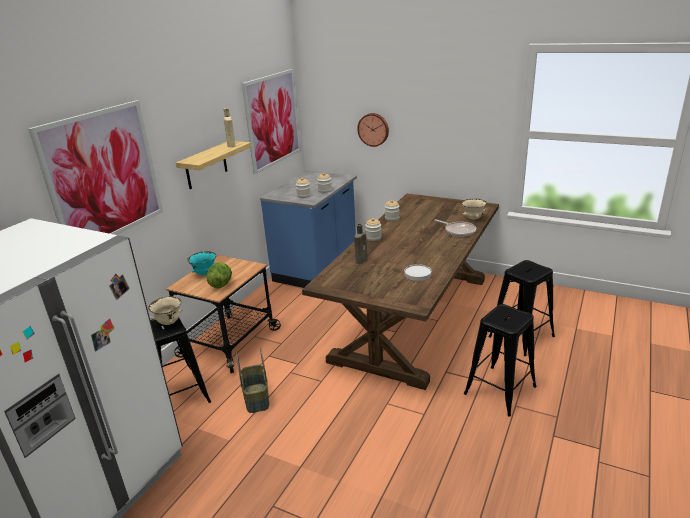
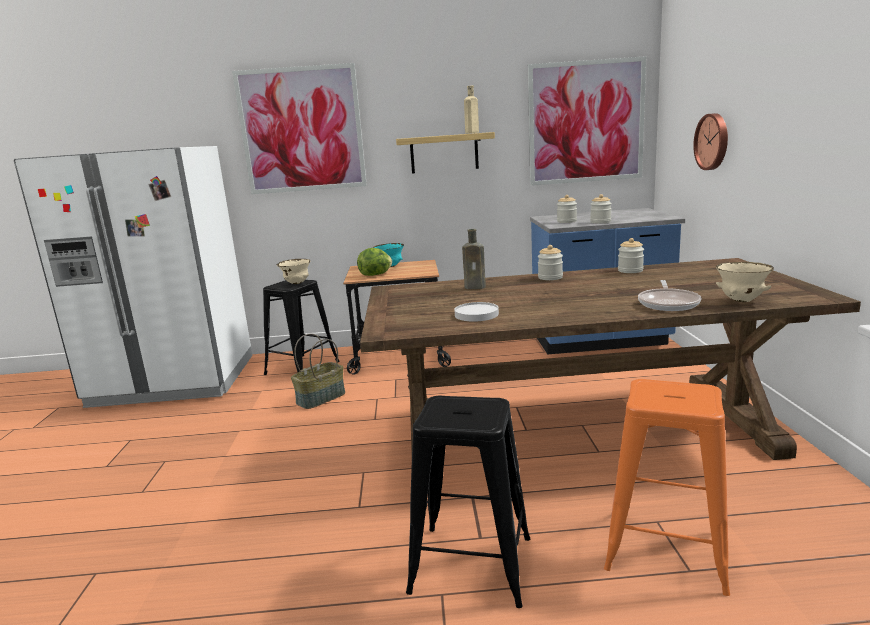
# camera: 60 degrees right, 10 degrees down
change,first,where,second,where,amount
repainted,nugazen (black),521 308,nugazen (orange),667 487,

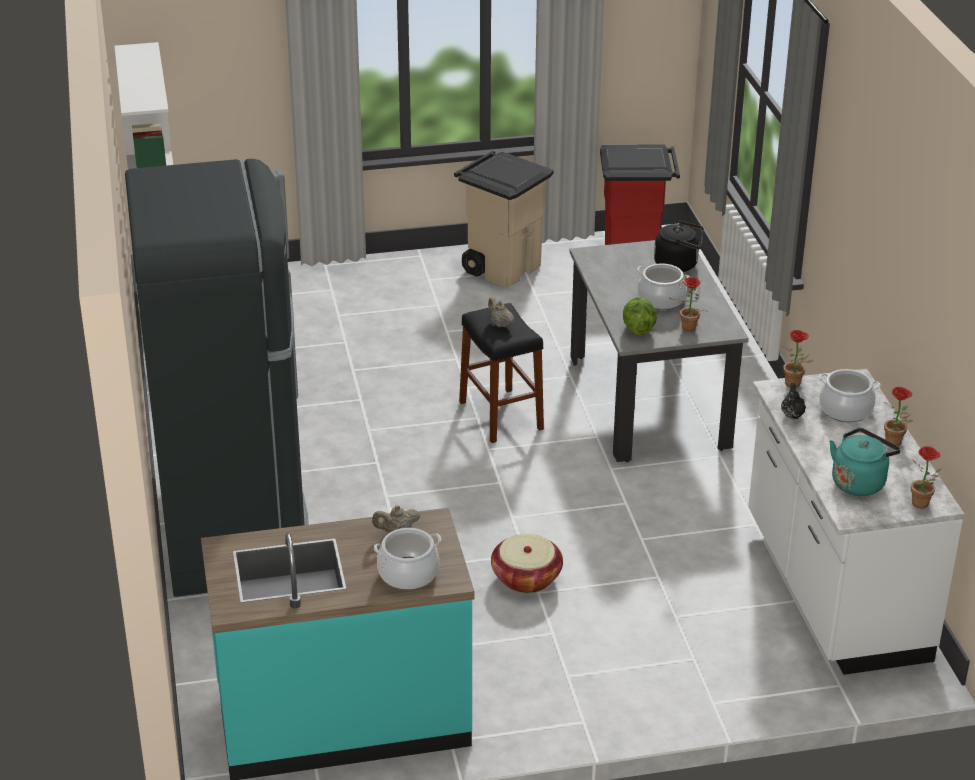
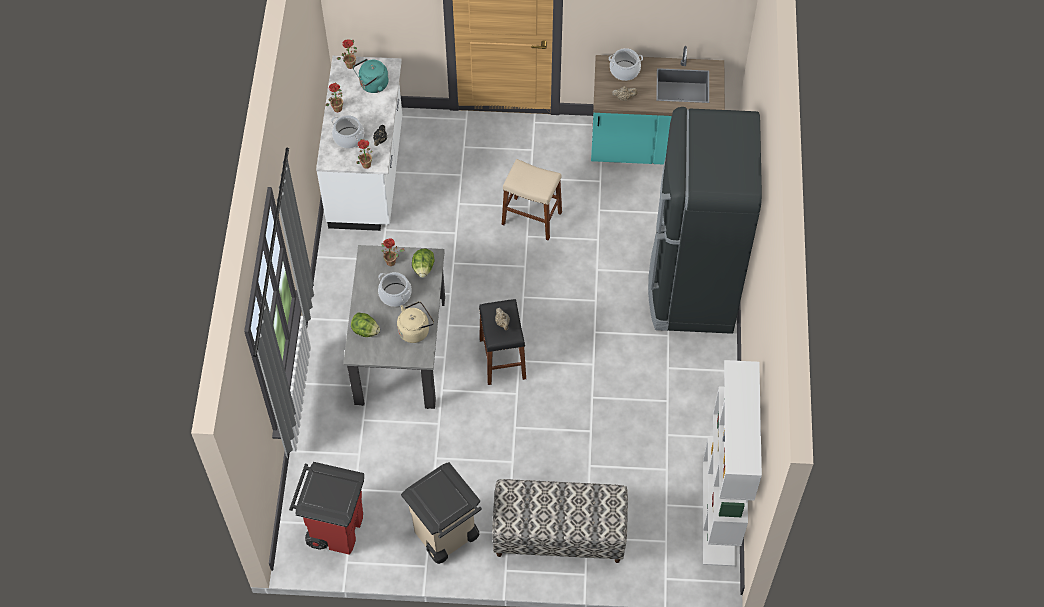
# camera: 165 degrees left, 25 degrees up
change,first,where,second,where,amount
swapped,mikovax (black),679 246,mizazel,365 325,
new,,,mikovax (beige),415 322,
new,,,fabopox,560 521,
swapped,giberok,527 563,nugazen (beige),532 200,

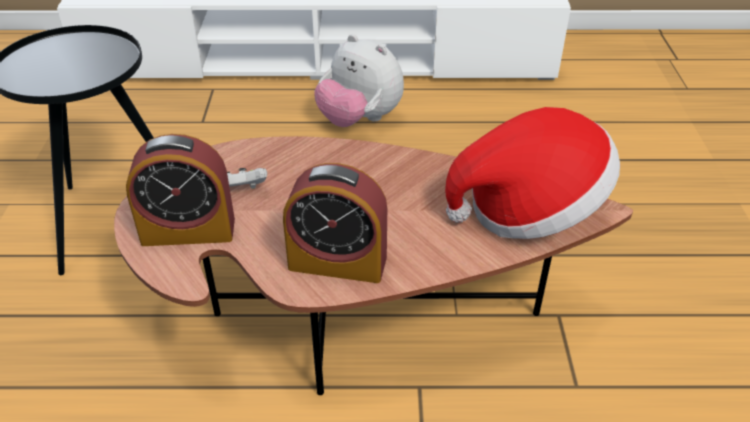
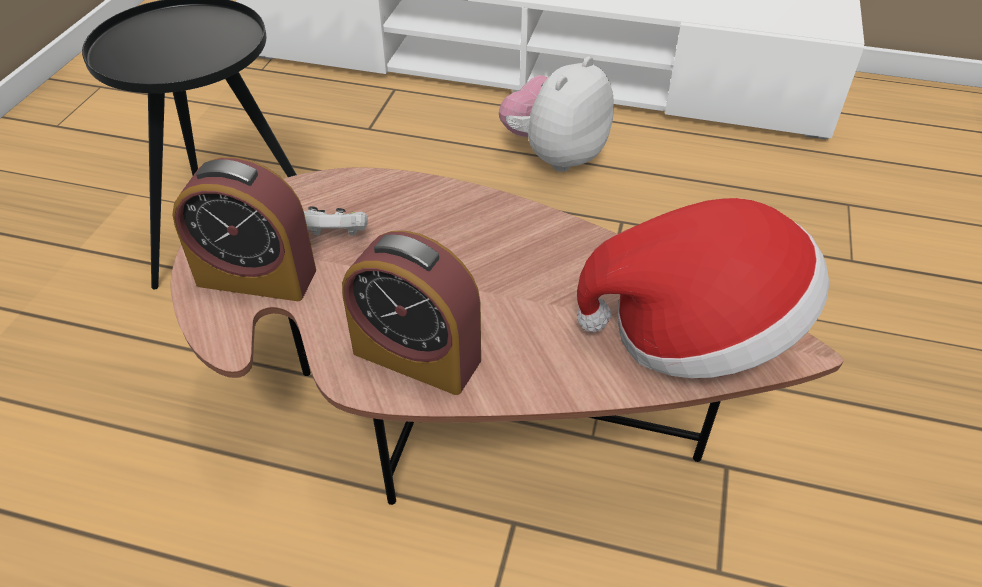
# camera: 15 degrees right, 5 degrees up
change,first,where,second,where,amount
rotated,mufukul,359 80,,556 114,75 degrees clockwise

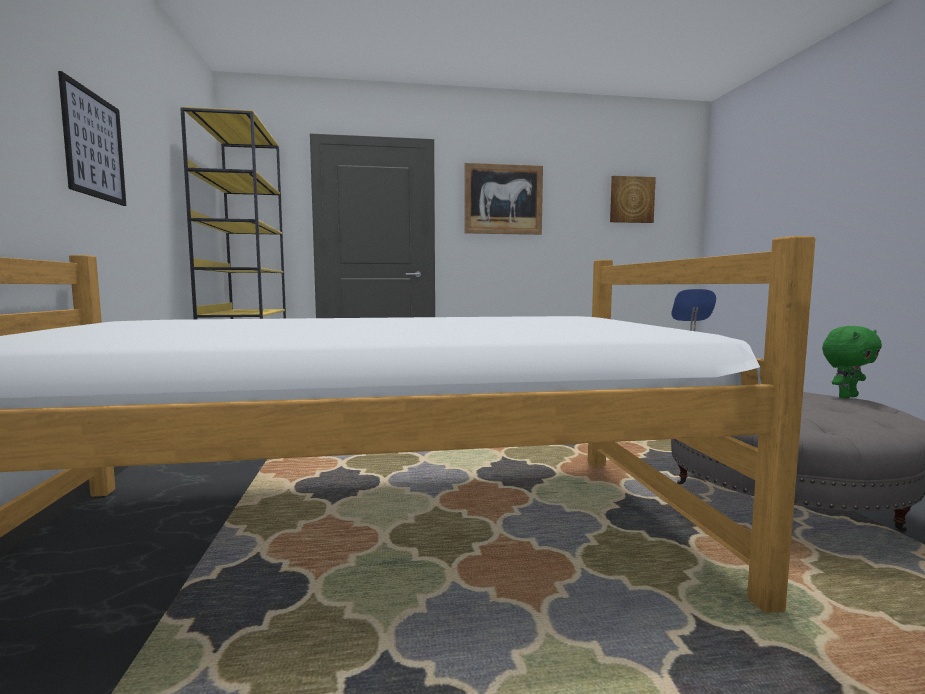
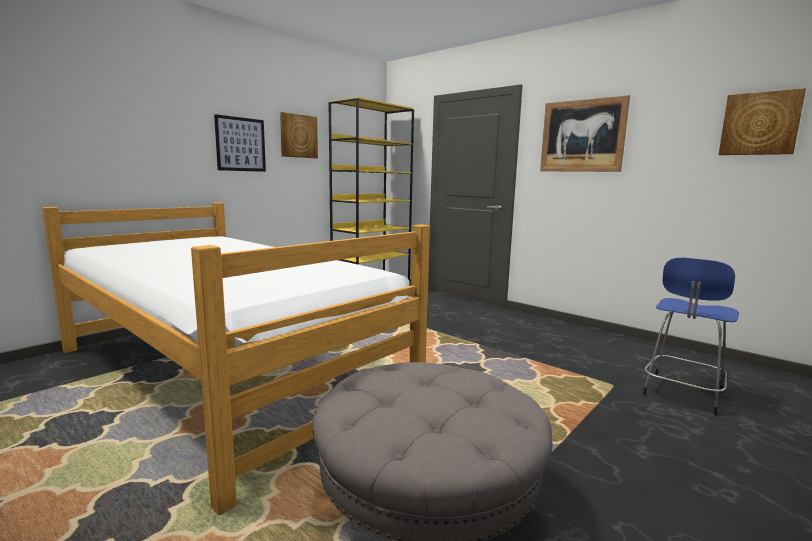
# camera: 50 degrees right, 5 degrees up
change,first,where,second,where,amount
new,,,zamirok,299 135,
gone,mufukul (green),852 362,,,

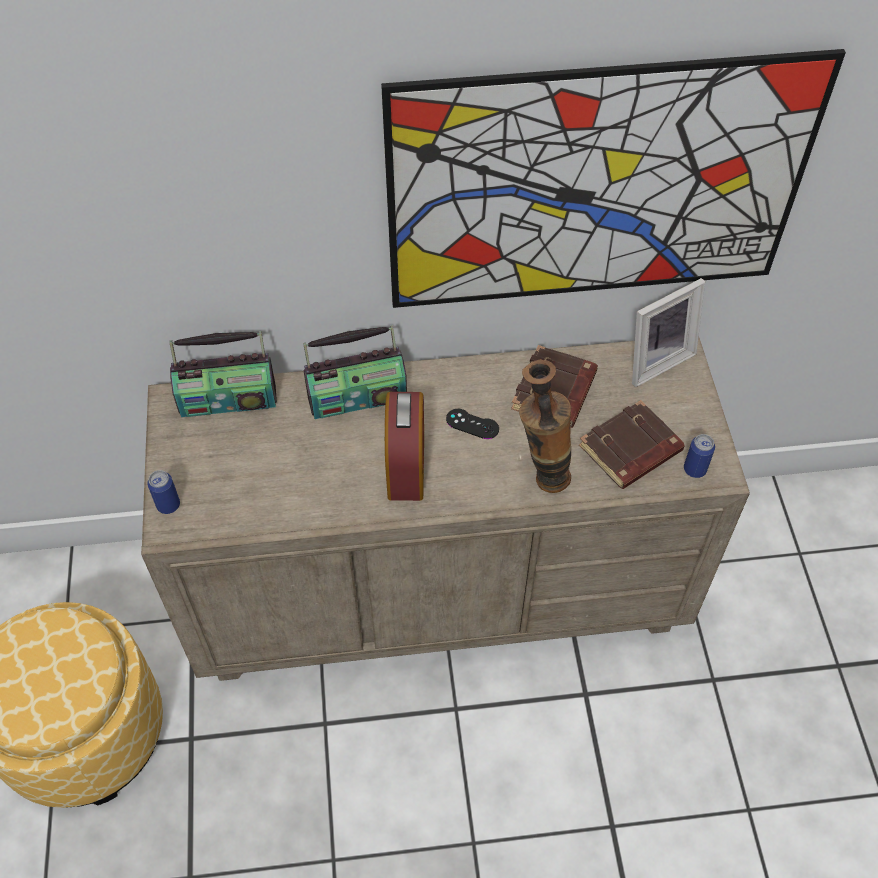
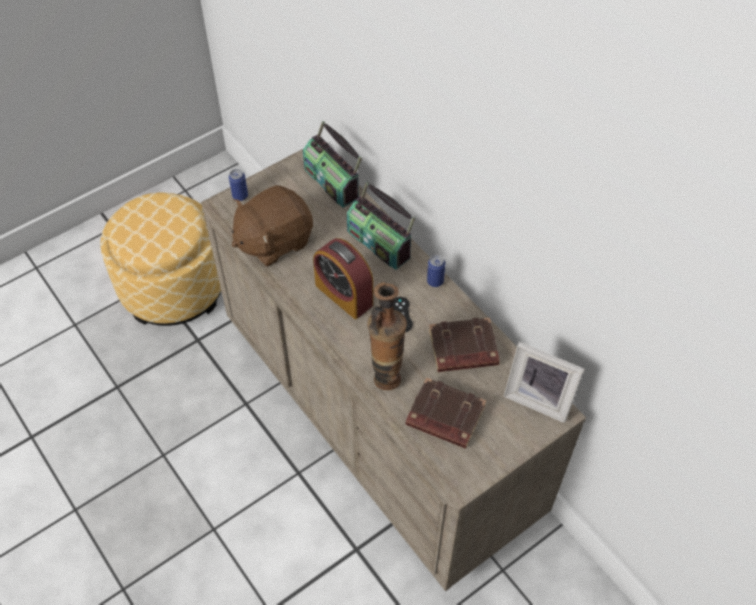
# camera: 60 degrees right, 0 degrees up
change,first,where,second,where,amount
new,,,mufukul (brown),272 225,
rotated,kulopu,404 446,,343 278,75 degrees clockwise
shifted,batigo,699 456,,436 271,
gone,zamirok,613 178,,,

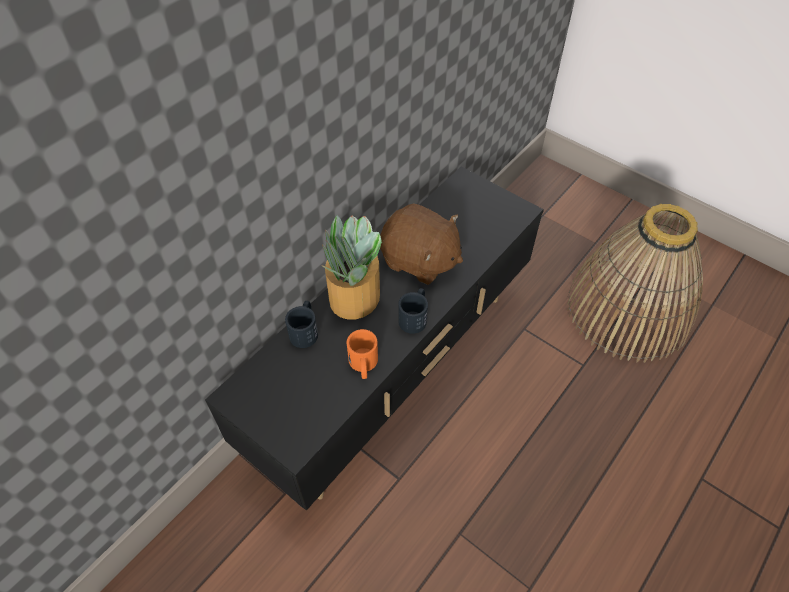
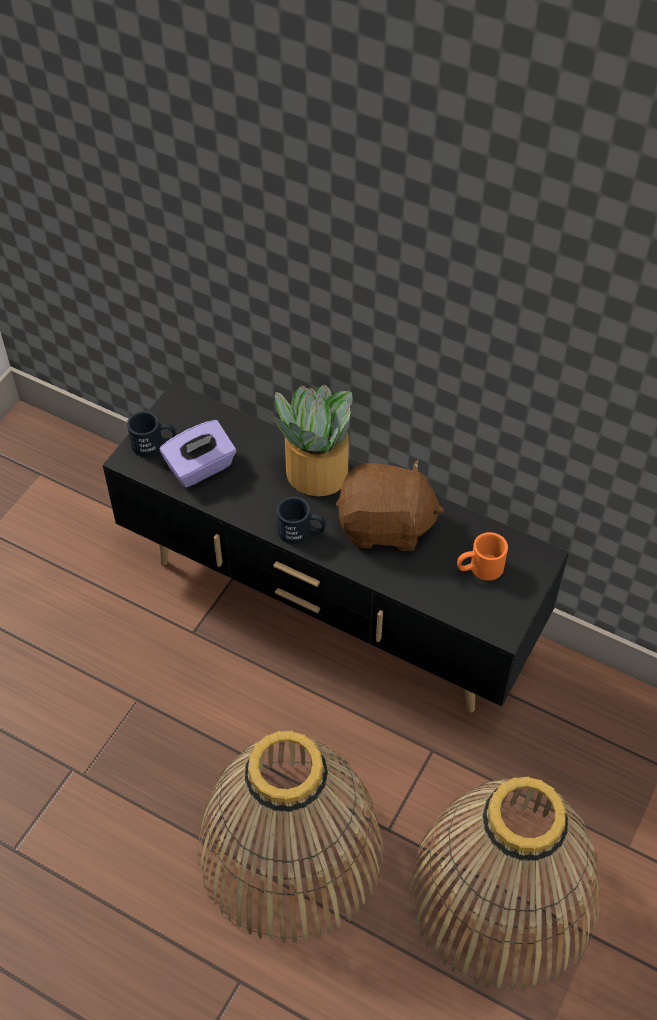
# camera: 80 degrees right, 0 degrees up
change,first,where,second,where,amount
shifted,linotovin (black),301 324,,151 434,
new,,,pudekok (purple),198 454,
new,,,giberok,291 837,
rotated,mufukul (brown),421 244,,390 505,105 degrees counterclockwise
shifted,linotovin (orange),362 354,,482 556,

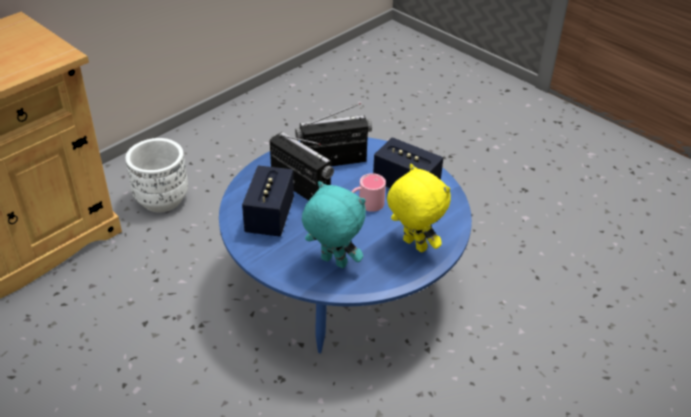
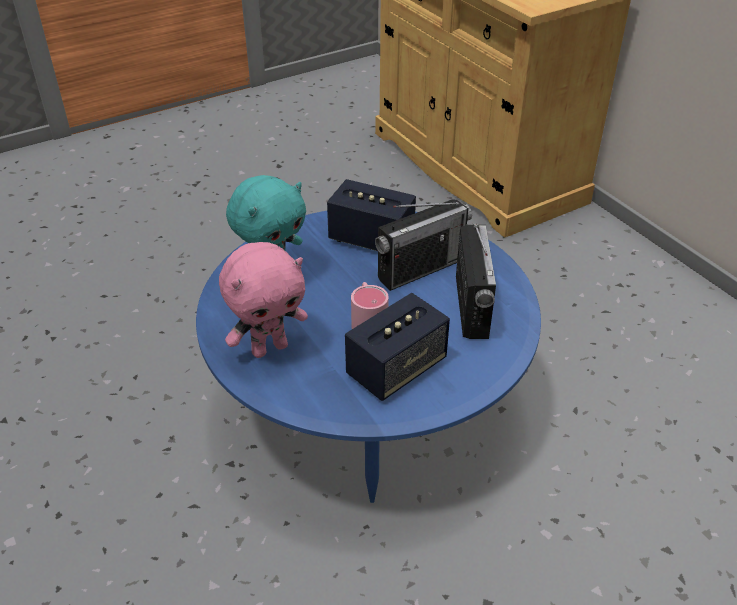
# camera: 105 degrees right, 0 degrees up
change,first,where,second,where,amount
repainted,mufukul (yellow),419 208,mufukul (pink),263 300,
gone,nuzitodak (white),157 175,,,

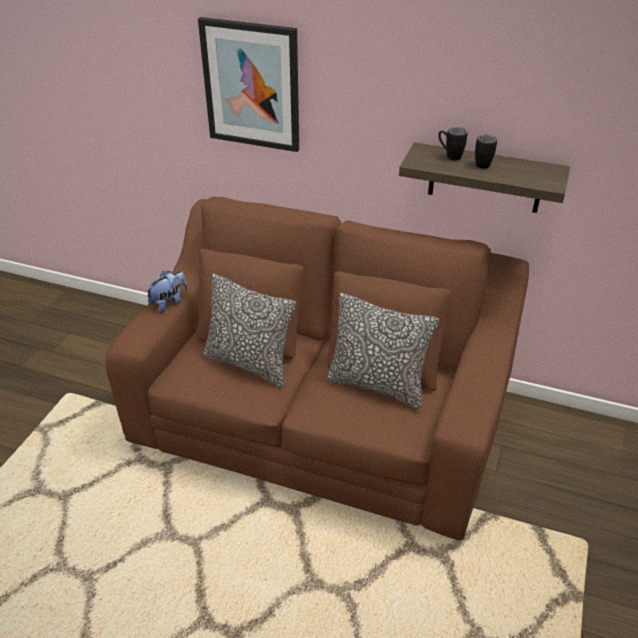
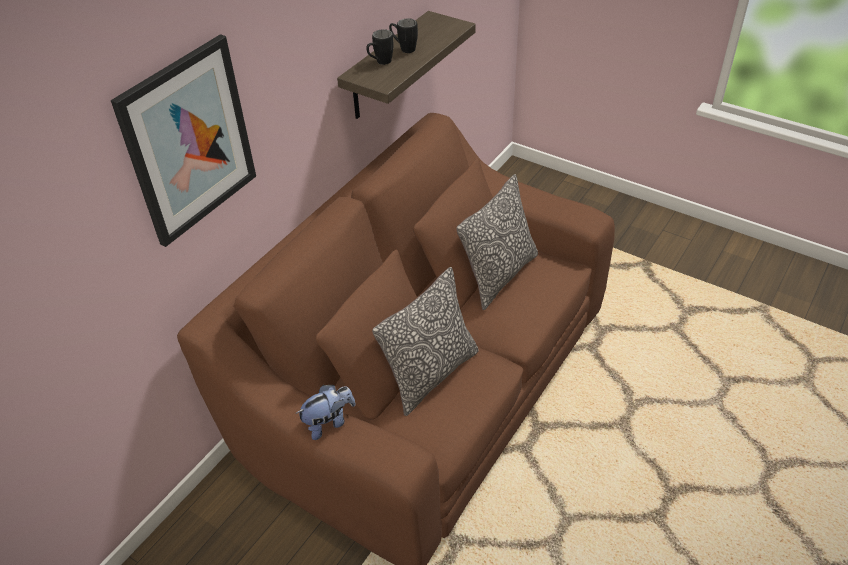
# camera: 75 degrees left, 5 degrees up
change,first,where,second,where,amount
rotated,mufukul,167 292,,326 412,90 degrees clockwise

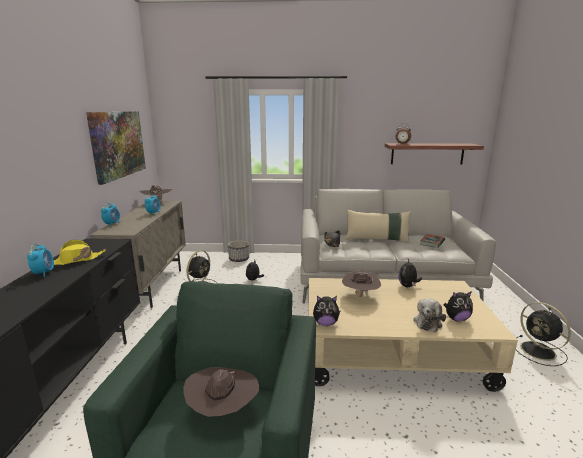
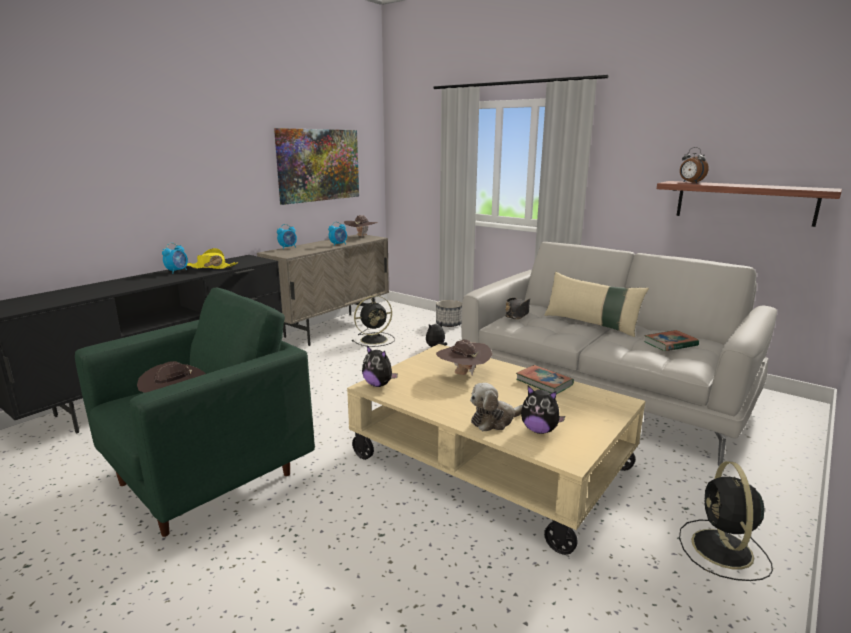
# camera: 35 degrees right, 0 degrees up
change,first,where,second,where,amount
swapped,mufukul,410 273,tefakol,545 379,

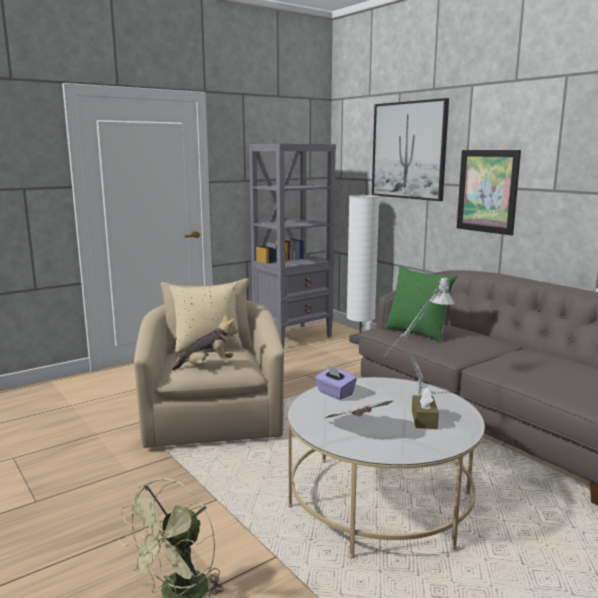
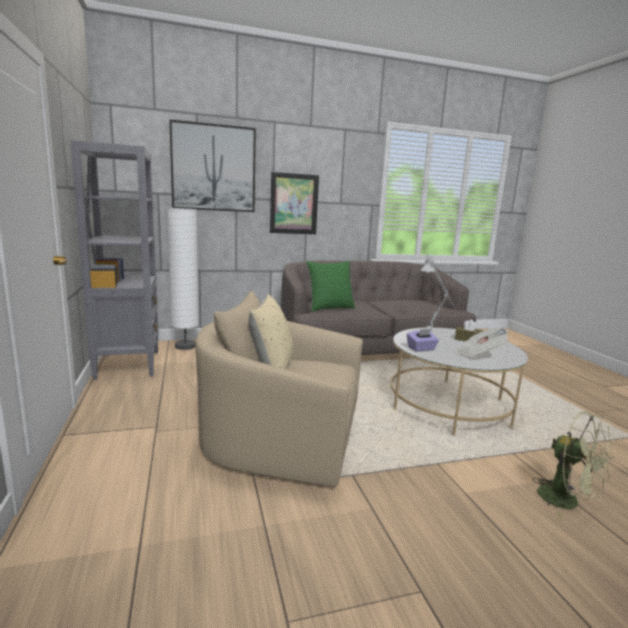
# camera: 70 degrees left, 0 degrees up
change,first,where,second,where,amount
gone,mufukul,205 342,,,

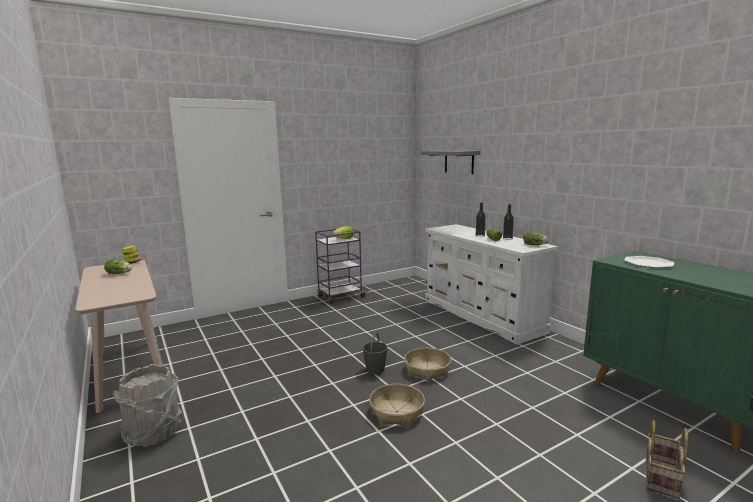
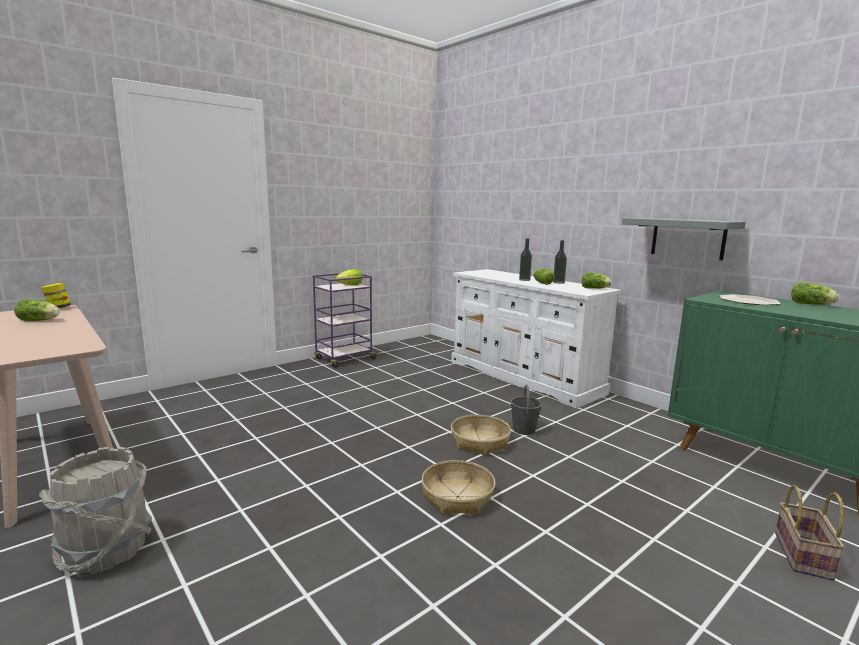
# camera: 10 degrees left, 0 degrees up
change,first,where,second,where,amount
shifted,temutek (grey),375 353,,526 410,
shifted,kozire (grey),450 162,,684 239,
new,,,mizazel,815 293,

